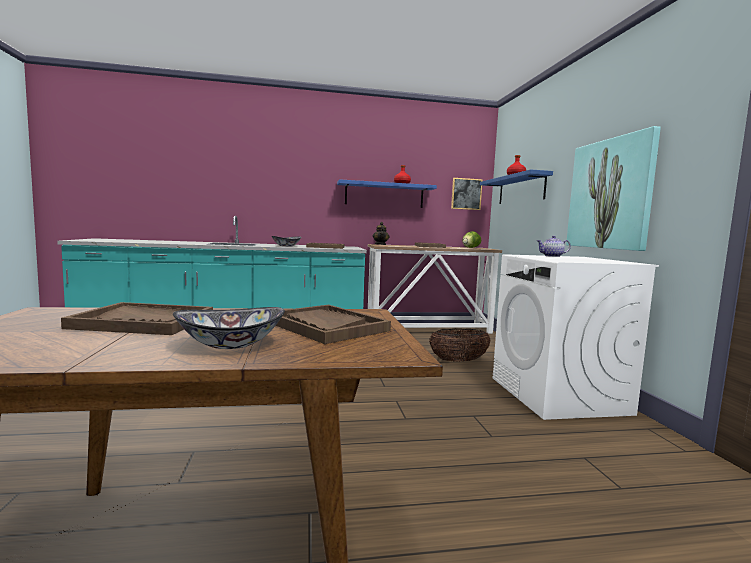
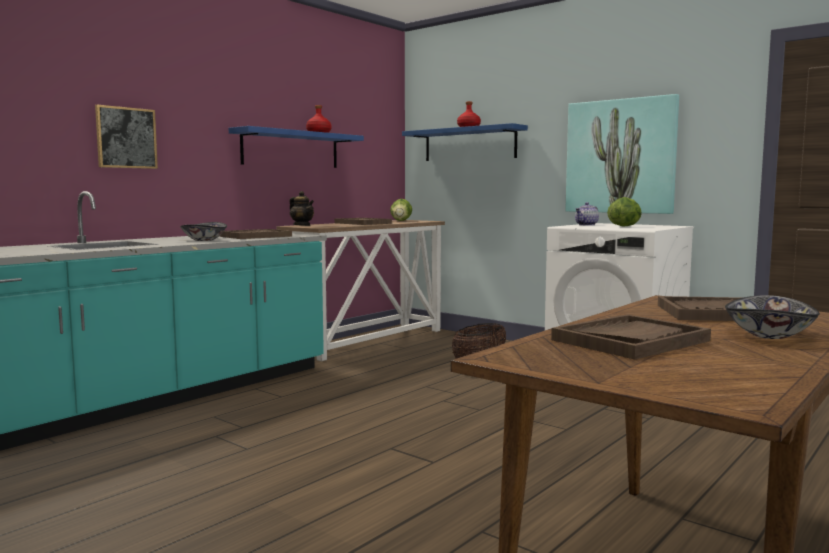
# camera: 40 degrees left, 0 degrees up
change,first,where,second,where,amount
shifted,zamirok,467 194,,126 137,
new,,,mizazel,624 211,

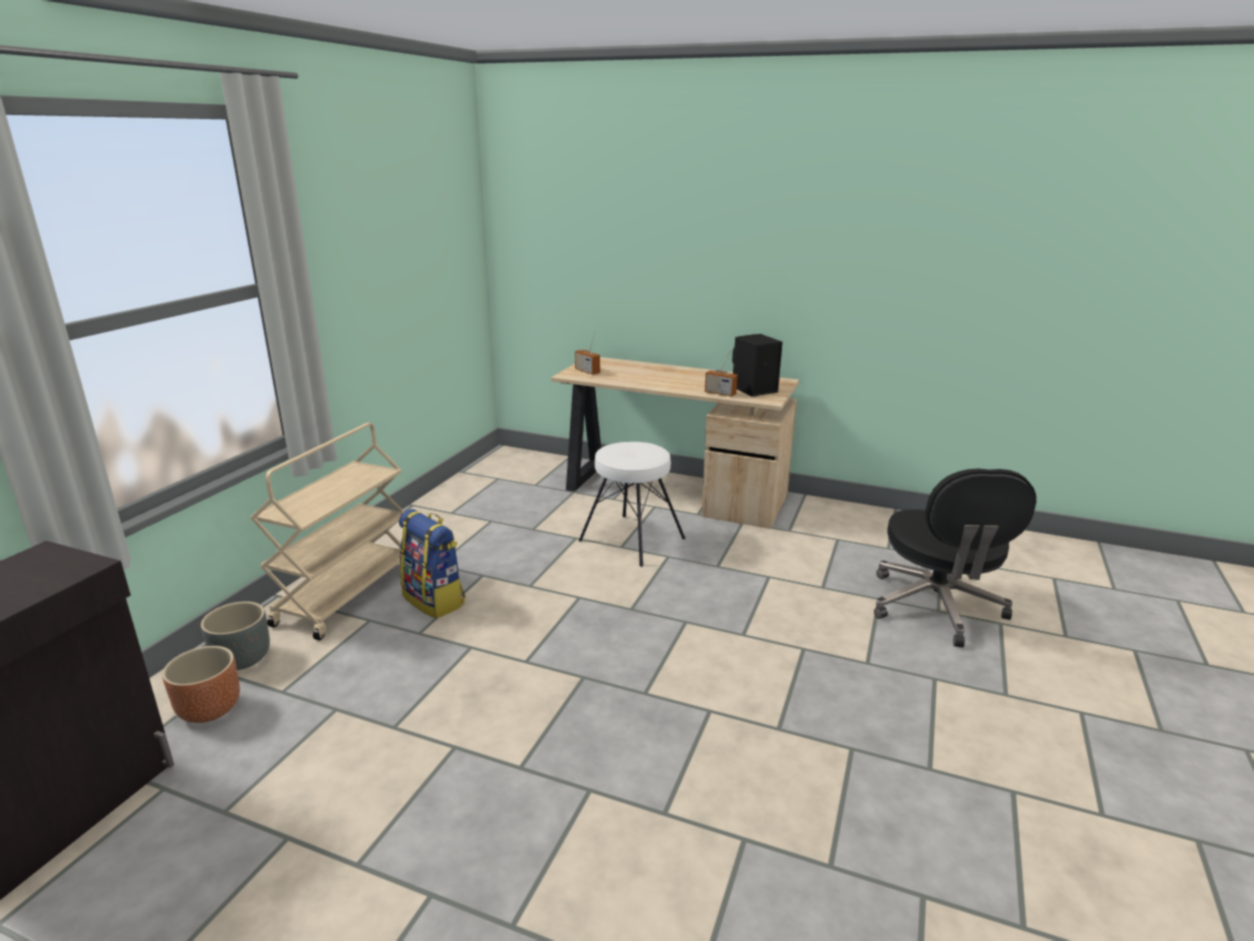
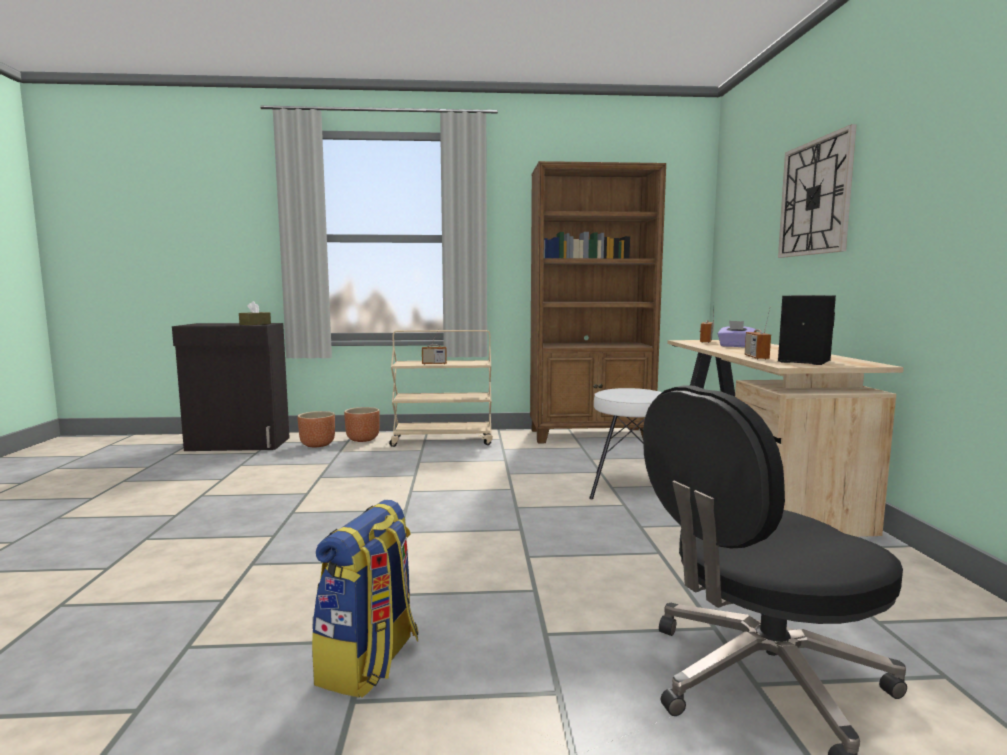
# camera: 65 degrees right, 15 degrees down
change,first,where,second,where,amount
new,,,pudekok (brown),255 313,
shifted,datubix,432 564,,365 599,
repainted,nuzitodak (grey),235 635,nuzitodak (brown),362 424,
new,,,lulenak,434 346,
new,,,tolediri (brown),598 302,
new,,,pudekok (purple),737 334,
new,,,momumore,817 191,

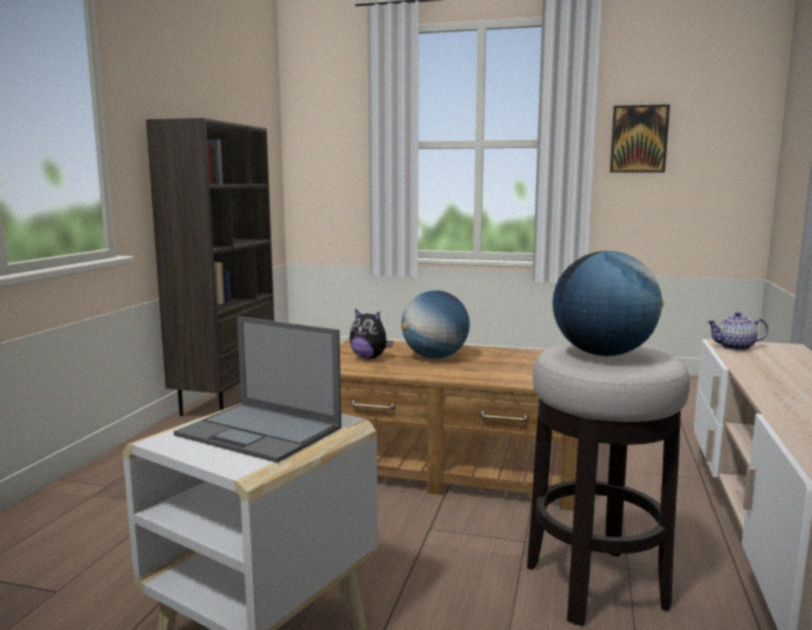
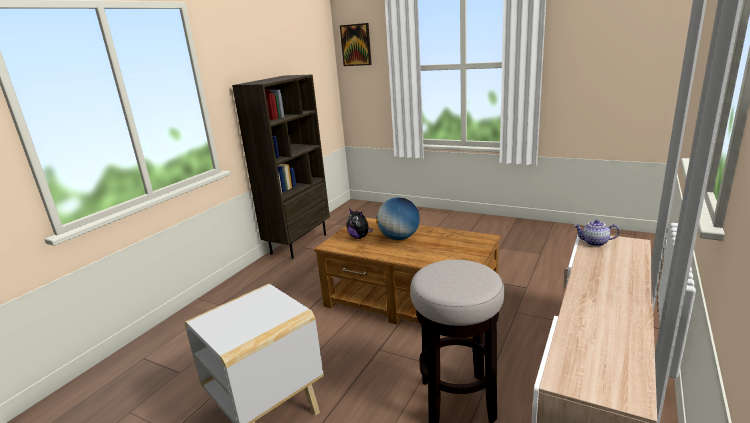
# camera: 15 degrees right, 10 degrees up
change,first,where,second,where,amount
shifted,zamirok,640 138,,356 44,
gone,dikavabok,258 389,,,
gone,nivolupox,608 303,,,

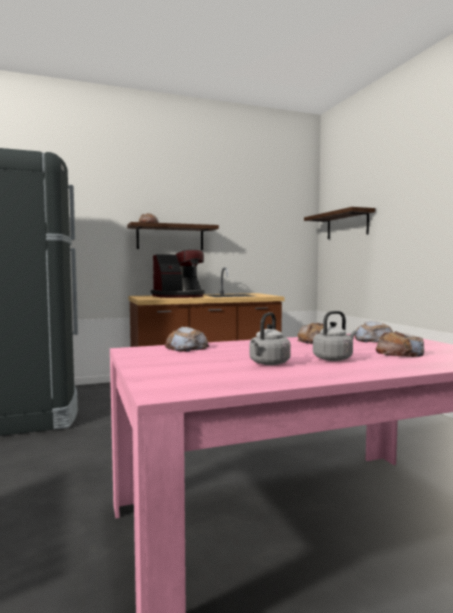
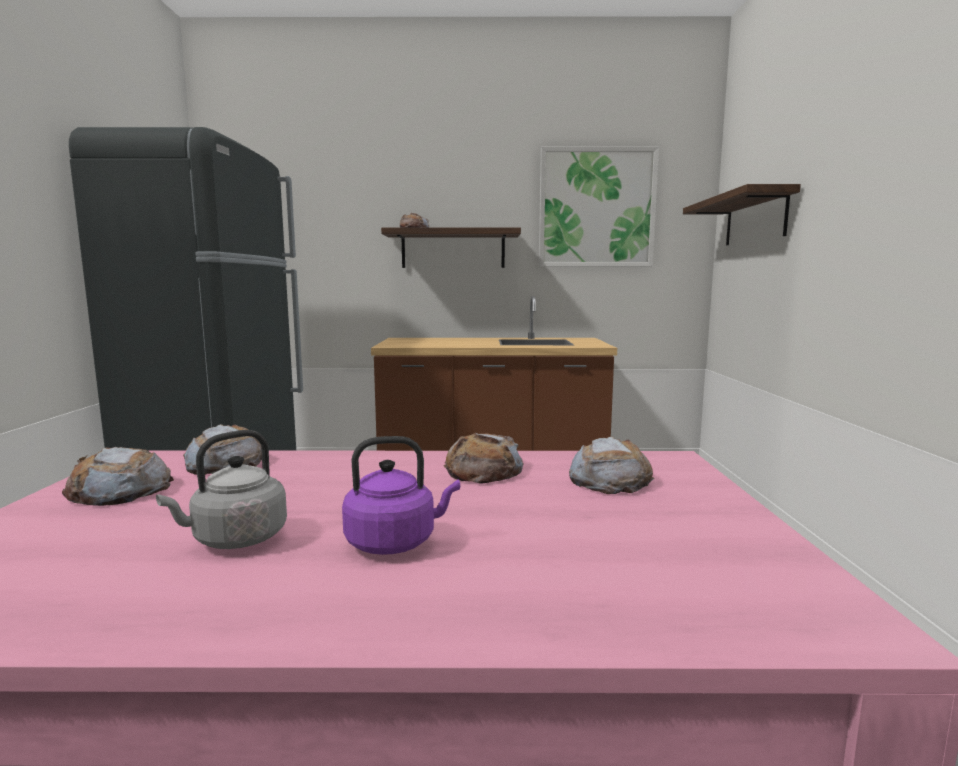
# camera: 20 degrees right, 5 degrees up
change,first,where,second,where,amount
shifted,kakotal,400 344,,118 476,
repainted,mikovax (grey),335 336,mikovax (purple),401 495,
new,,,zamirok,599 206,
gone,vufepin,178 274,,,

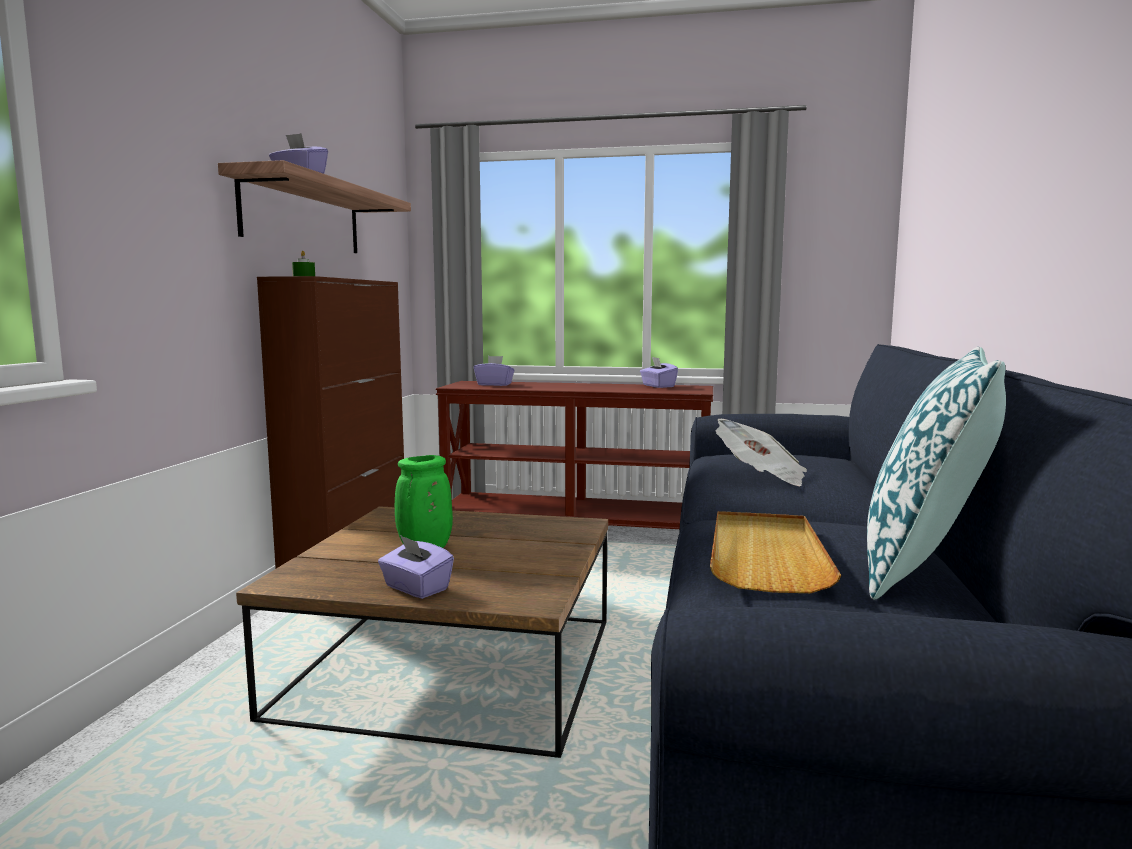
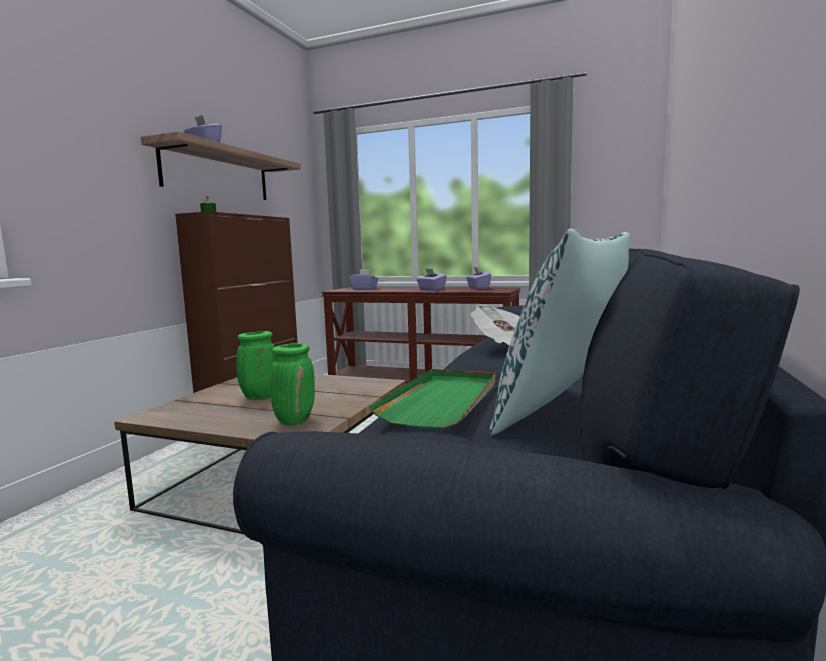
# camera: 10 degrees right, 0 degrees up
change,first,where,second,where,amount
new,,,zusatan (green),293 384,
repainted,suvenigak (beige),775 552,suvenigak (green),432 399,
shifted,pudekok (purple),416 567,,432 279,

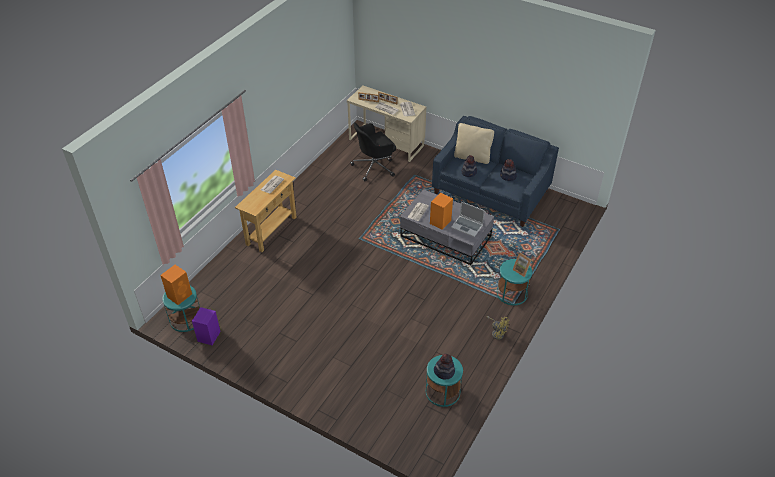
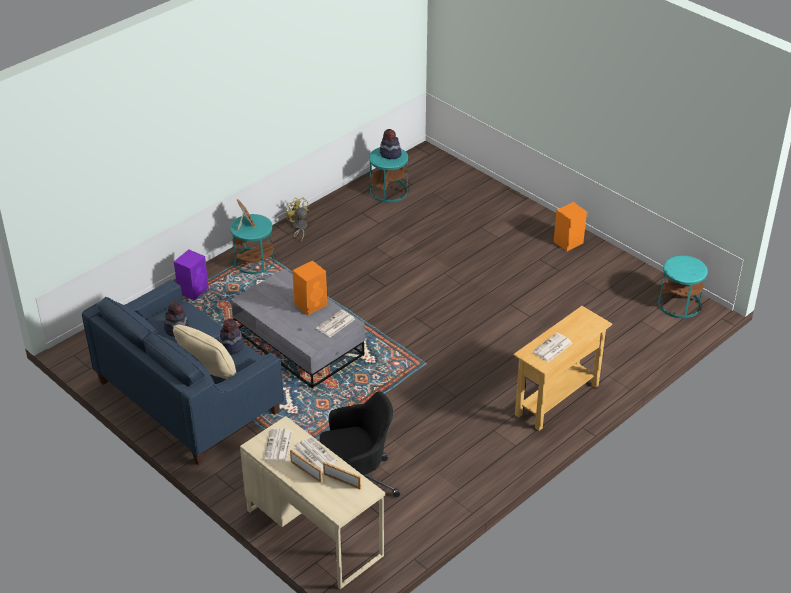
# camera: 165 degrees left, 5 degrees down
change,first,where,second,where,amount
shifted,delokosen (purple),206 326,,191 274,
shifted,delokosen (orange),176 285,,570 226,
gone,dikavabok,468 219,,,

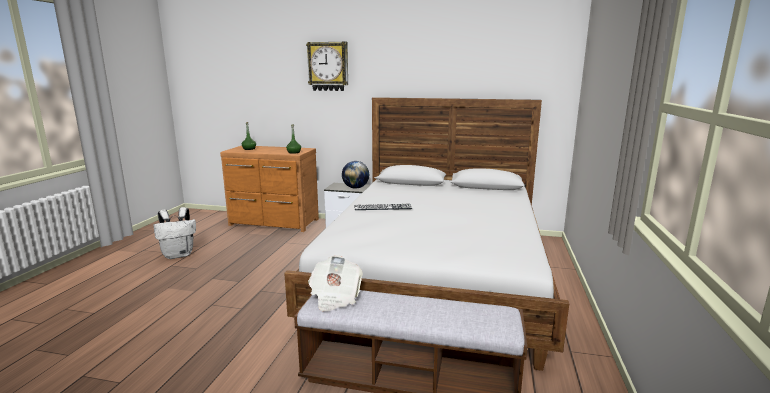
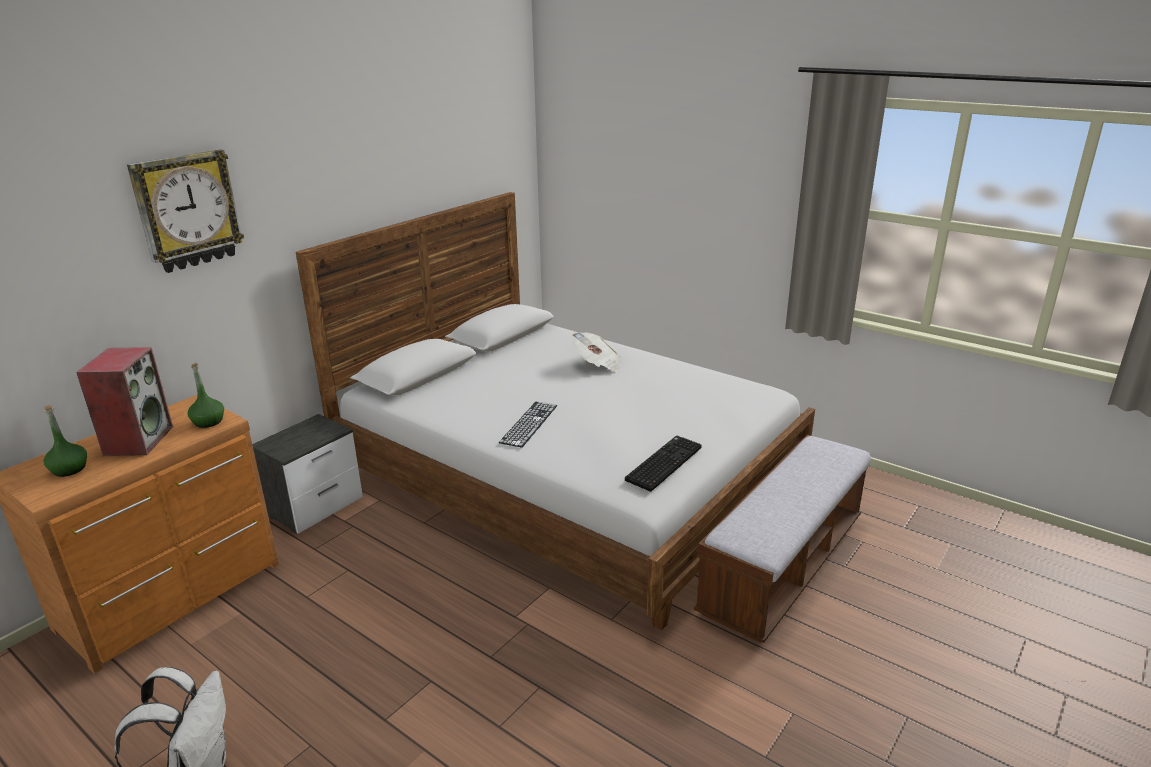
# camera: 65 degrees left, 10 degrees up
change,first,where,second,where,amount
new,,,delokosen,124 401,
shifted,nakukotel,335 283,,596 352,
new,,,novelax,663 464,
gone,nivolupox,355 175,,,

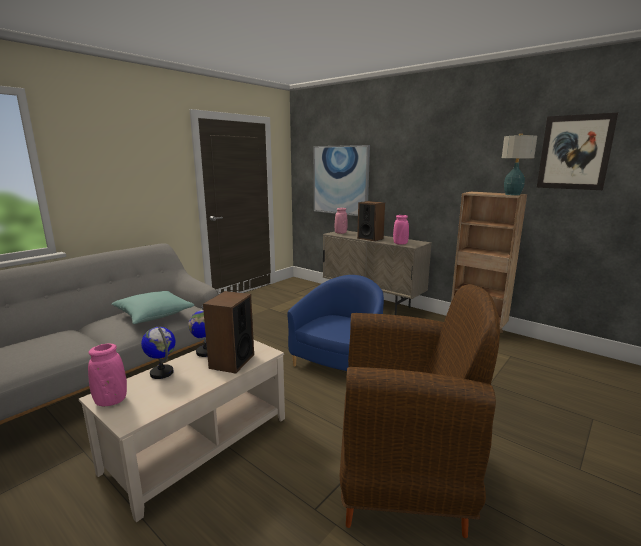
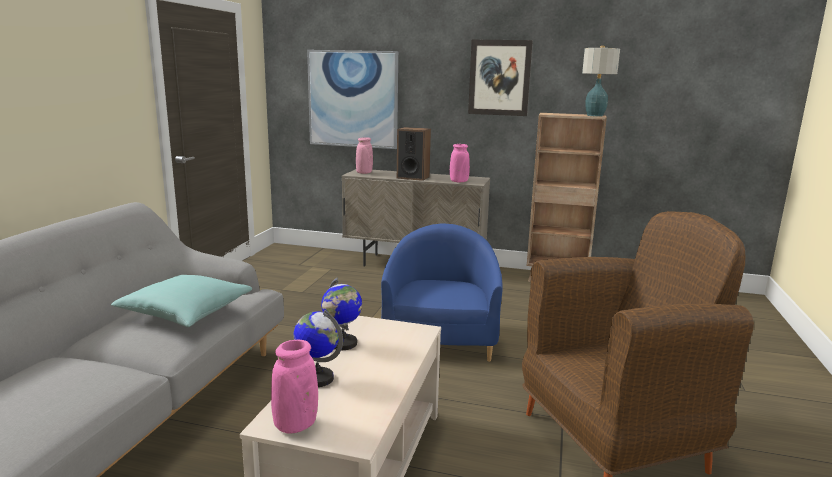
# camera: 25 degrees left, 0 degrees up
change,first,where,second,where,amount
shifted,zamirok,577 151,,500 78,
gone,delokosen,228 332,,,

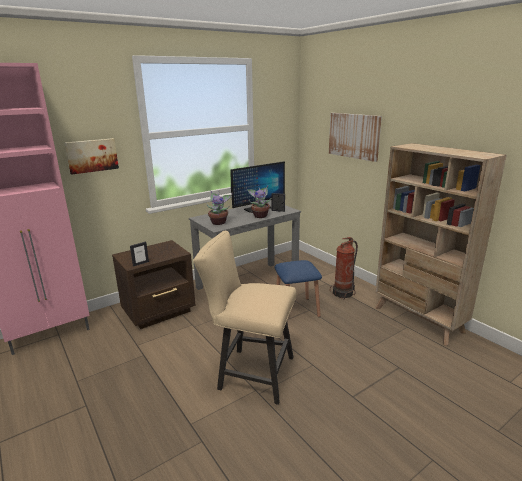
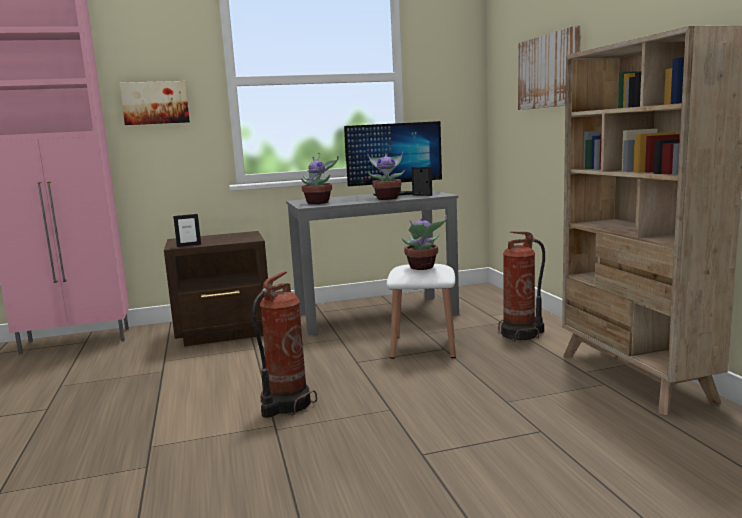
# camera: 20 degrees right, 10 degrees down
change,first,where,second,where,amount
swapped,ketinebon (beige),245 318,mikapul,284 344,
repainted,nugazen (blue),298 288,nugazen (white),421 311,
new,,,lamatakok,424 241,

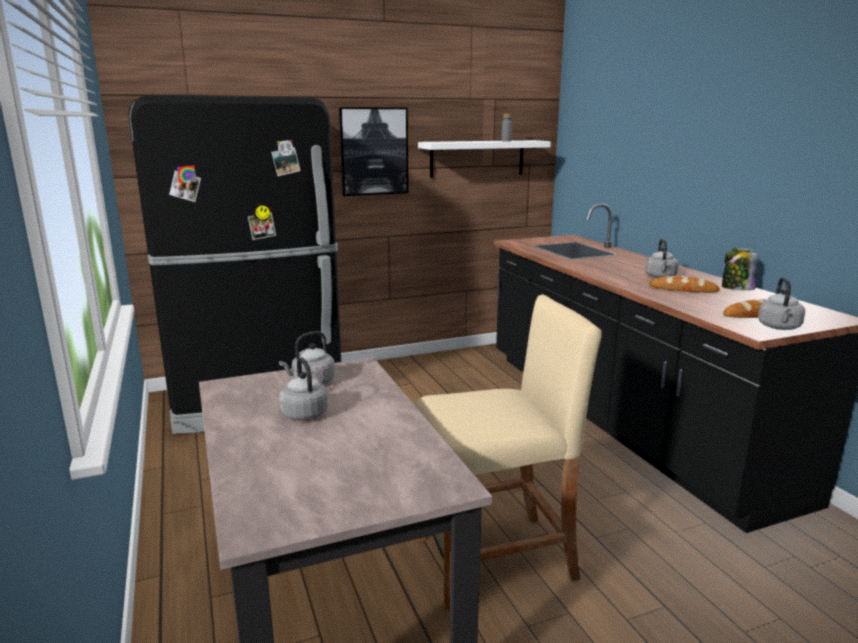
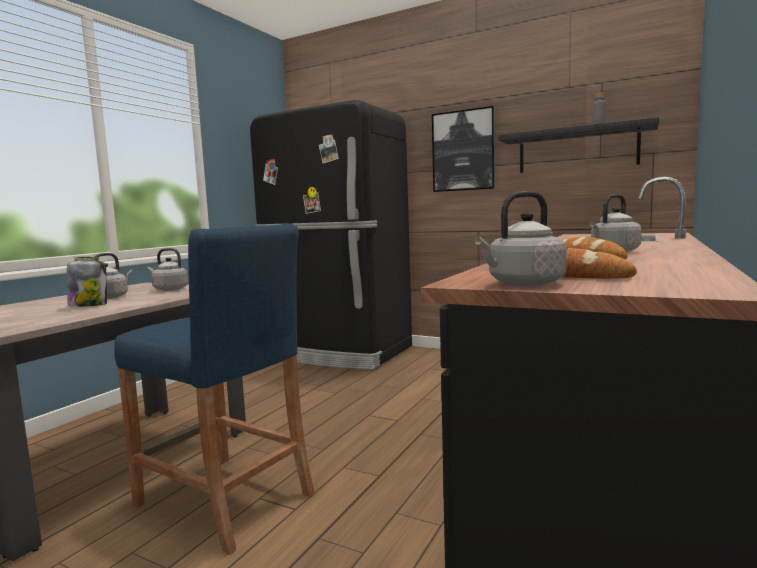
# camera: 50 degrees right, 10 degrees down
change,first,where,second,where,amount
shifted,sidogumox,740 269,,87 282,
repainted,nugazen (beige),508 452,nugazen (blue),214 389,
repainted,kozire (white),484 159,kozire (black),579 145,

